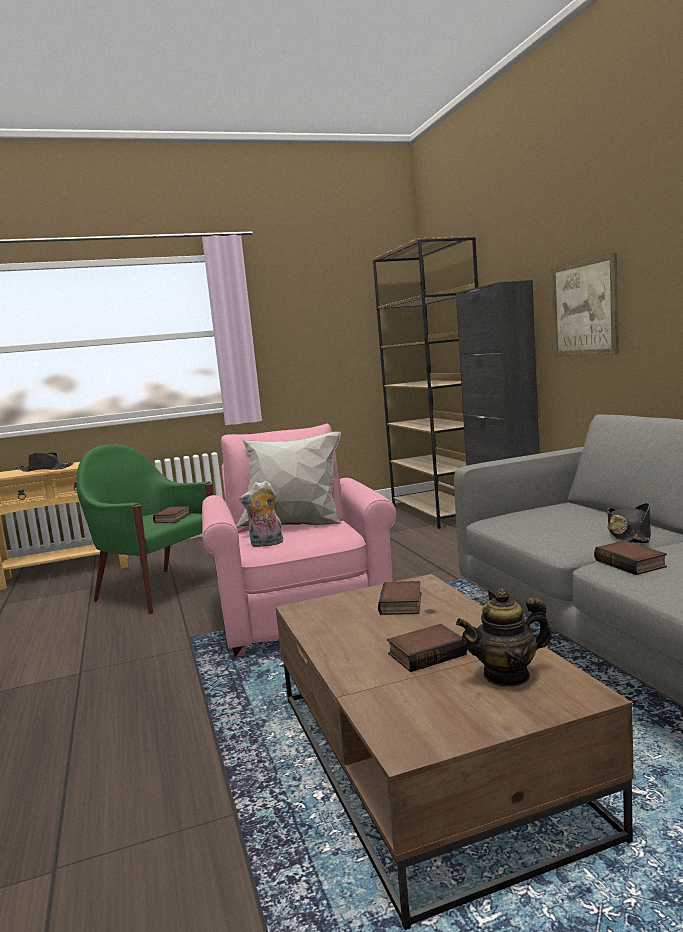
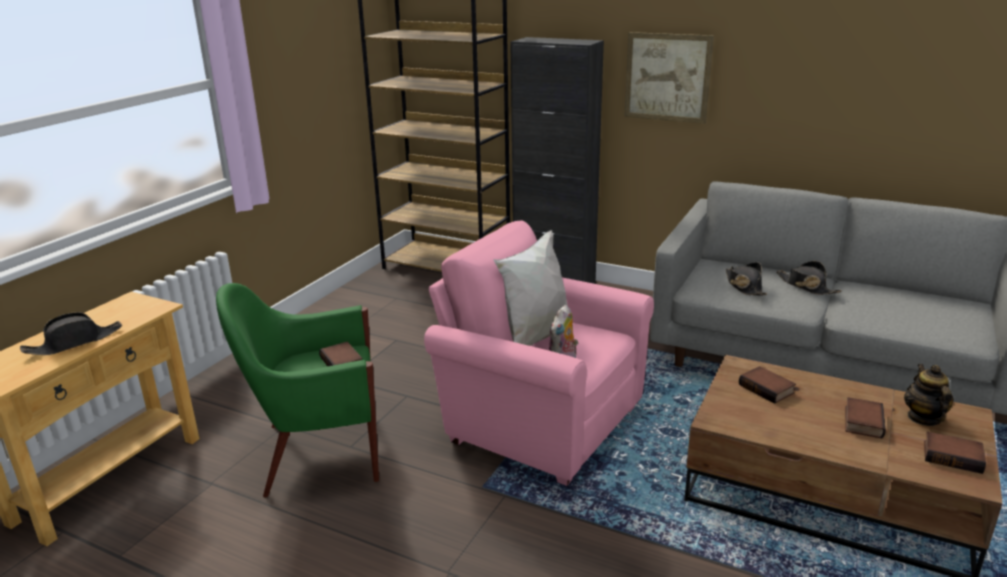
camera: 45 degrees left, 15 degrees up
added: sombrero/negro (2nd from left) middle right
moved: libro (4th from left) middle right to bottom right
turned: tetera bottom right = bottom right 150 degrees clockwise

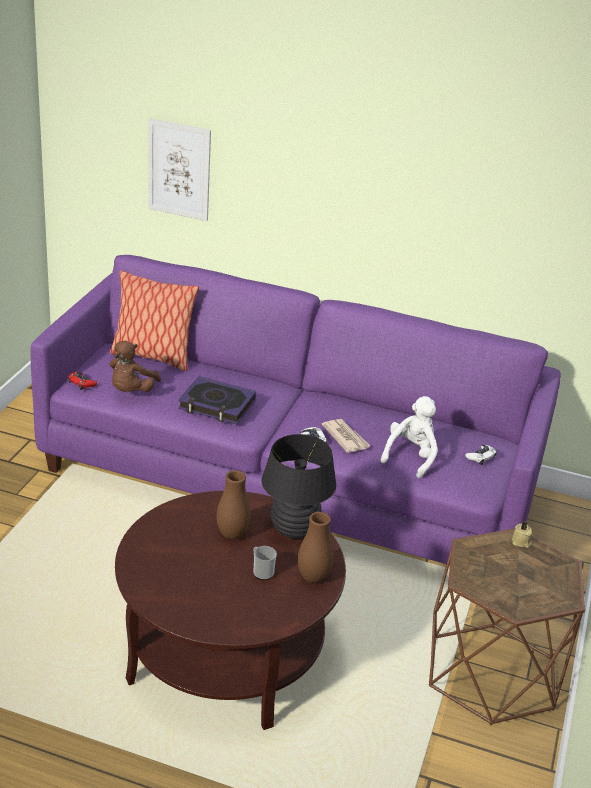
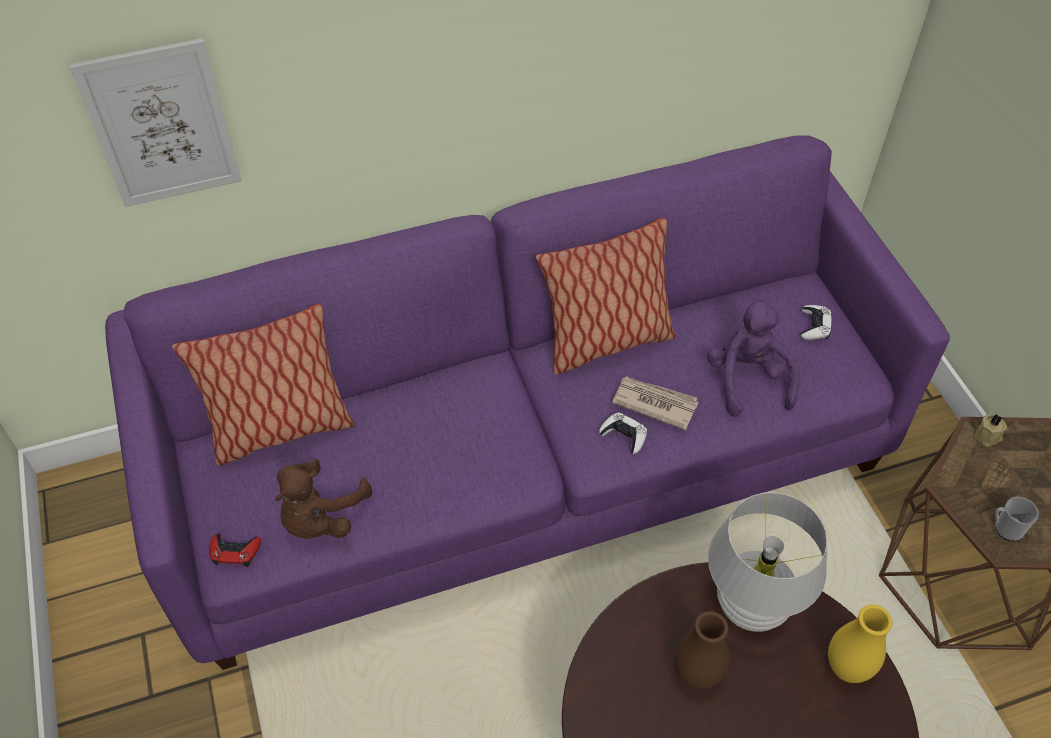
camera: 35 degrees left, 20 degrees up
removed: libro centre
added: cojín (2nd from left) centre
moved: taza grande bottom centre to bottom right
recoloured: peluche/blanco middle right to peluche/morado middle right; lámpara de mesa/negro centre to lámpara de mesa/blanco bottom right; florero/marrón (2nd from left) bottom centre to florero/amarillo bottom right
turned: peluche/marrón middle left = bottom left 45 degrees clockwise

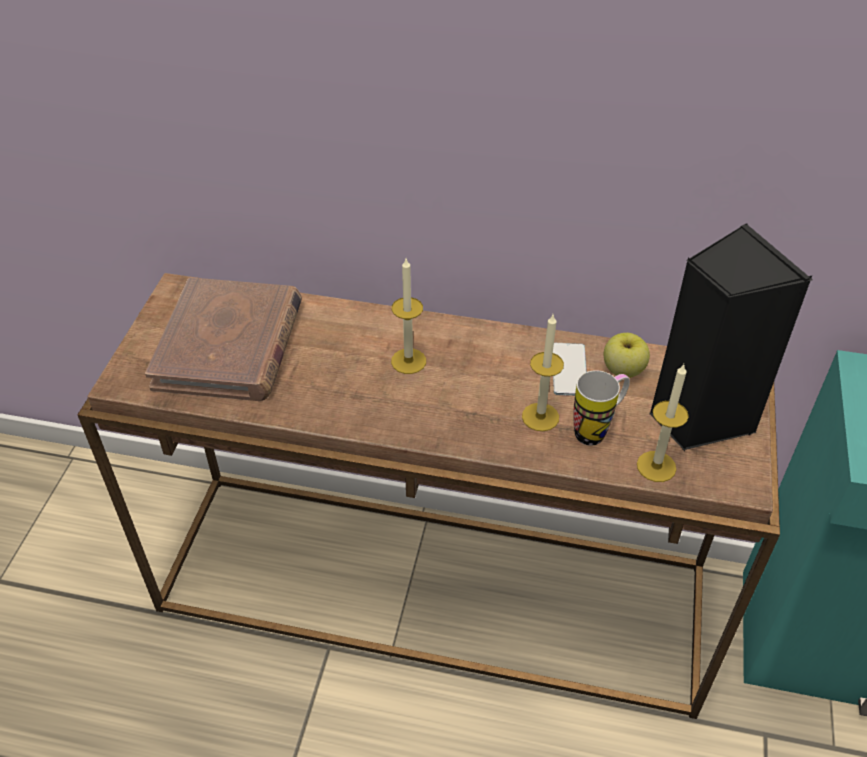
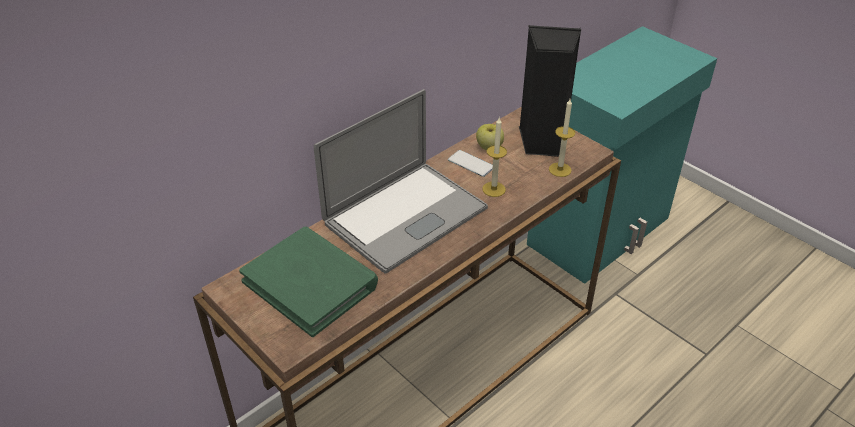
camera: 55 degrees left, 5 degrees down
removed: taza grande middle right
replaced: vela (1st from left) centre to portátil centre
recoloured: libro/marrón middle left to libro/verde centre

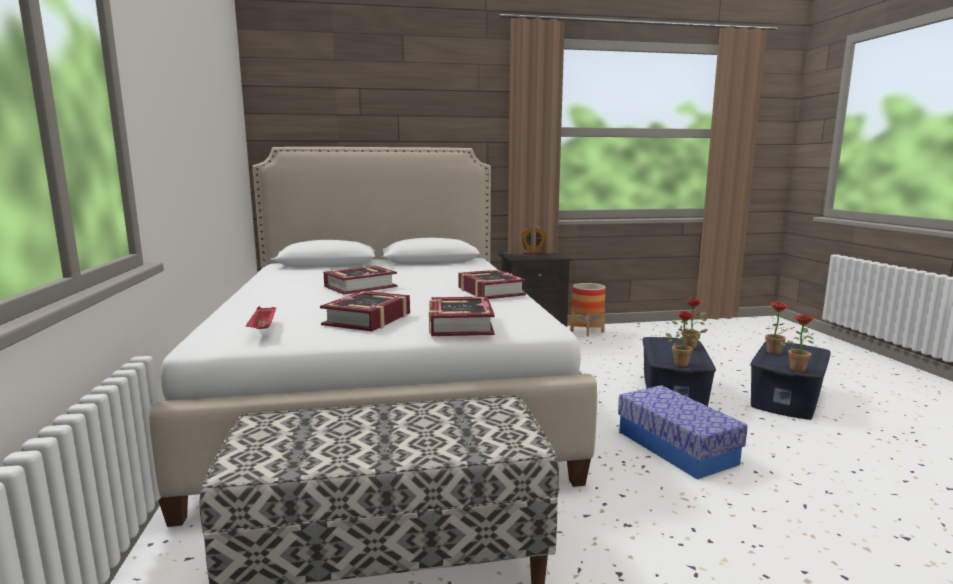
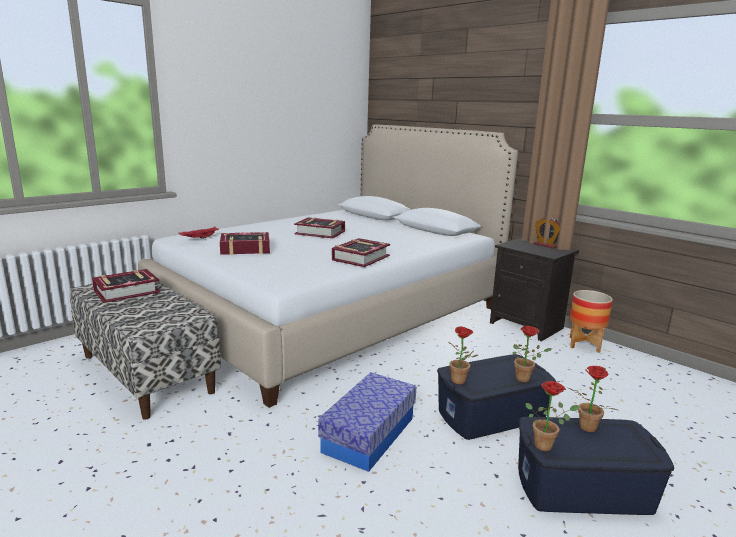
camera: 55 degrees right, 5 degrees up
moved: libro (3rd from left in the first image) centre to libro (1st from left) middle left

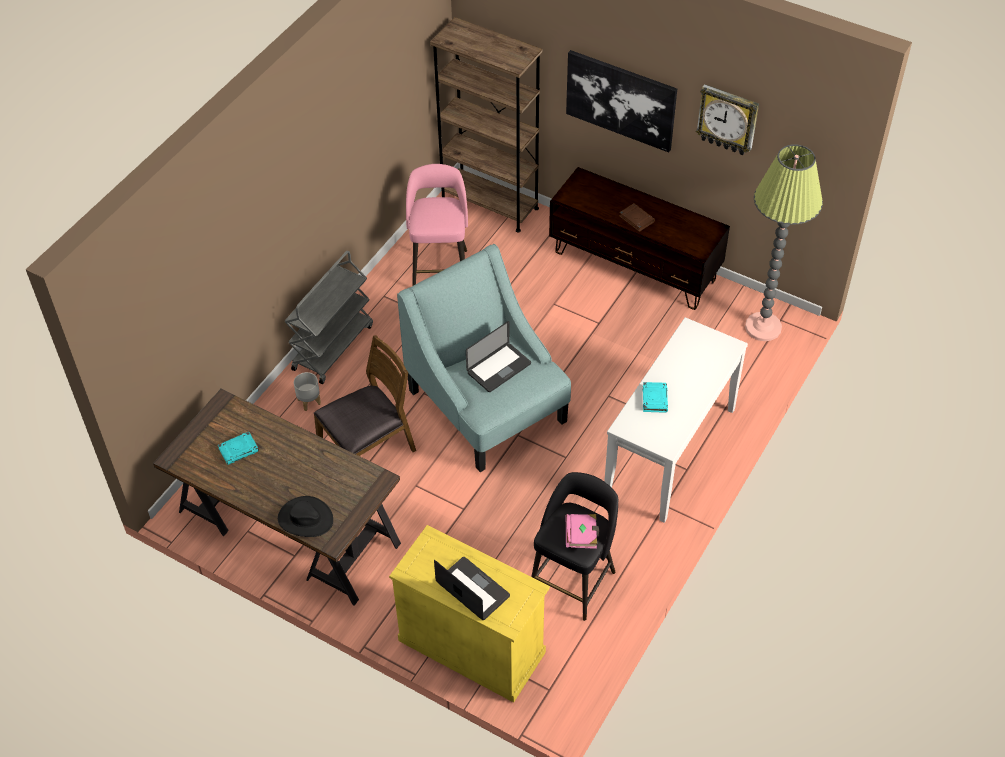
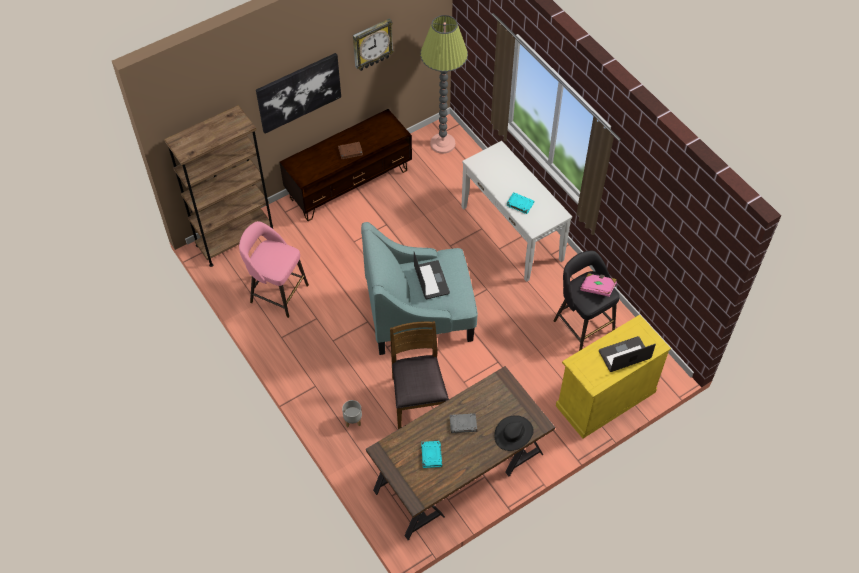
camera: 65 degrees left, 5 degrees up
removed: carrito/gris middle left
added: libro/gris bottom centre

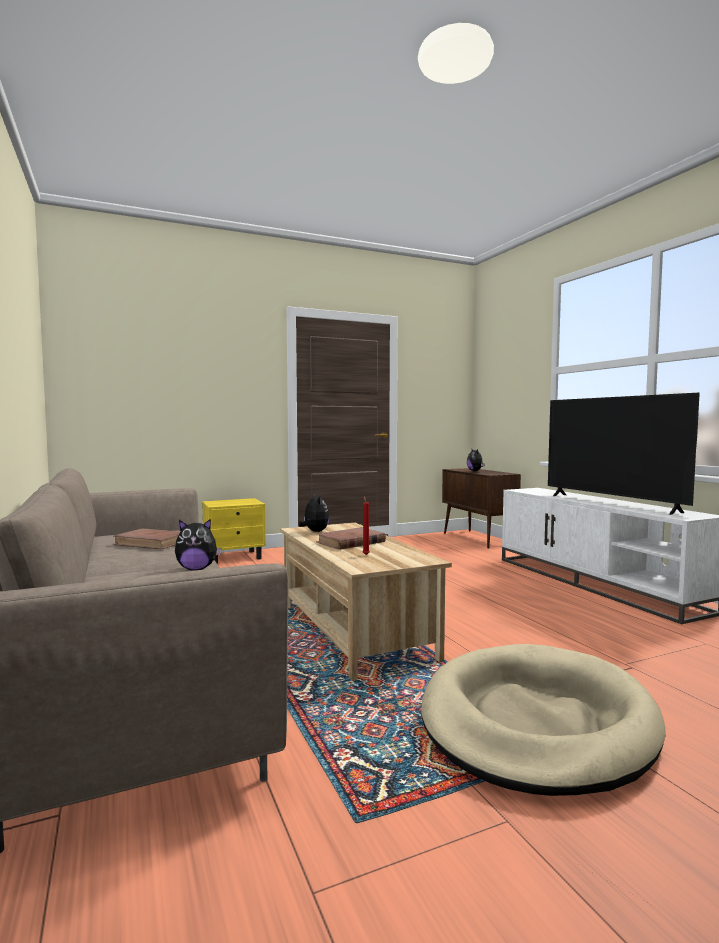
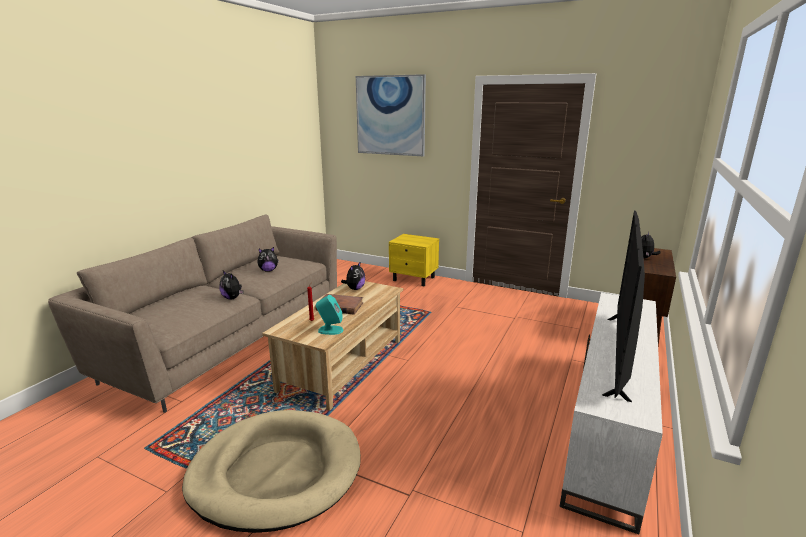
camera: 50 degrees right, 15 degrees up
added: altavoz/turquesa centre; cuadro top centre
replaced: libro/marrón (1st from left) middle left to peluche (2nd from left) middle left

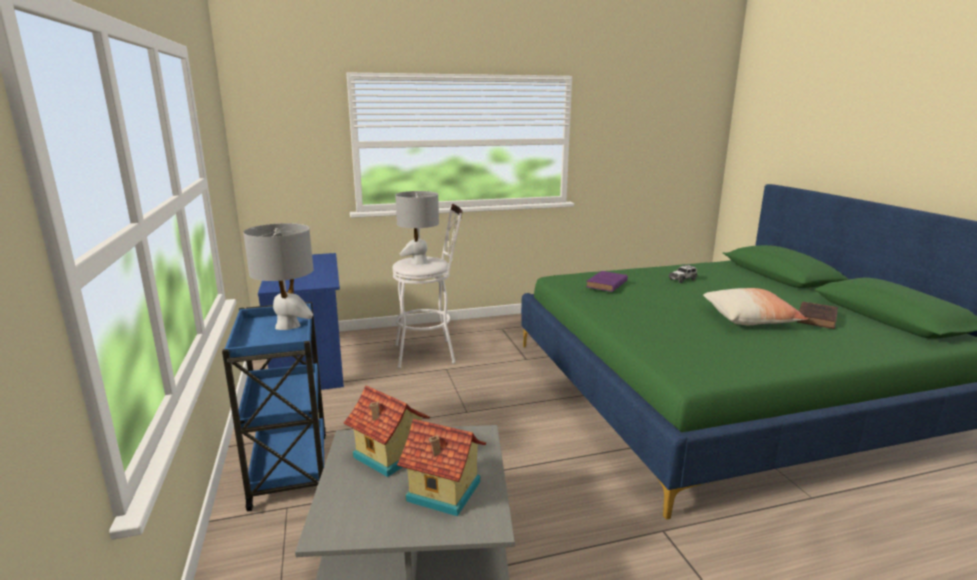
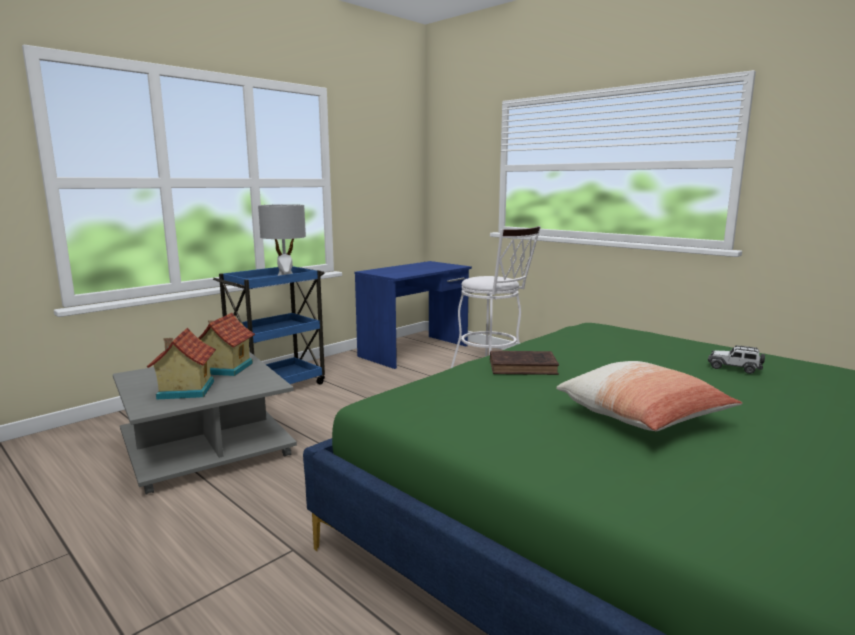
camera: 60 degrees right, 5 degrees down
removed: lámpara de mesa/gris (2nd from left) centre; libro/morado centre
moved: libro/marrón middle right to centre

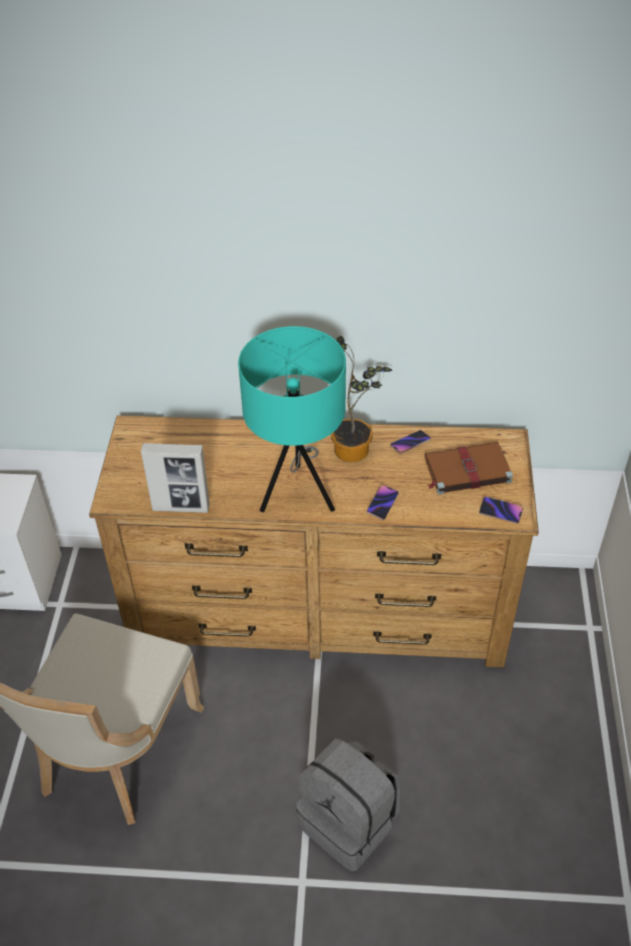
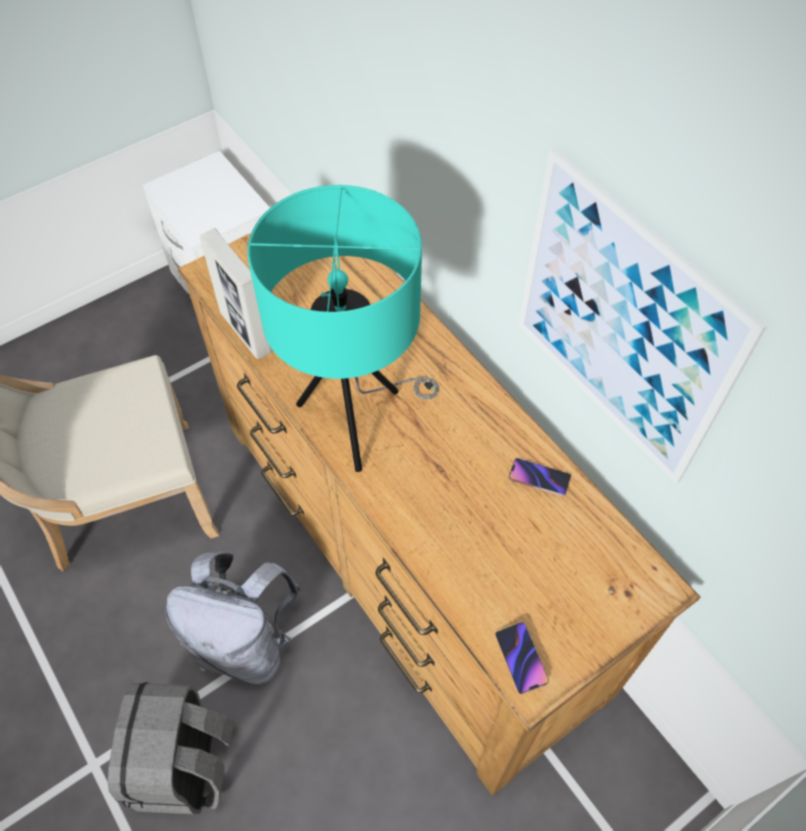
camera: 50 degrees right, 10 degrees up
removed: planta en maceta centre; móvil (1st from left) centre; libro/marrón middle right
added: mochila/gris (2nd from left) bottom left; cuadro middle right

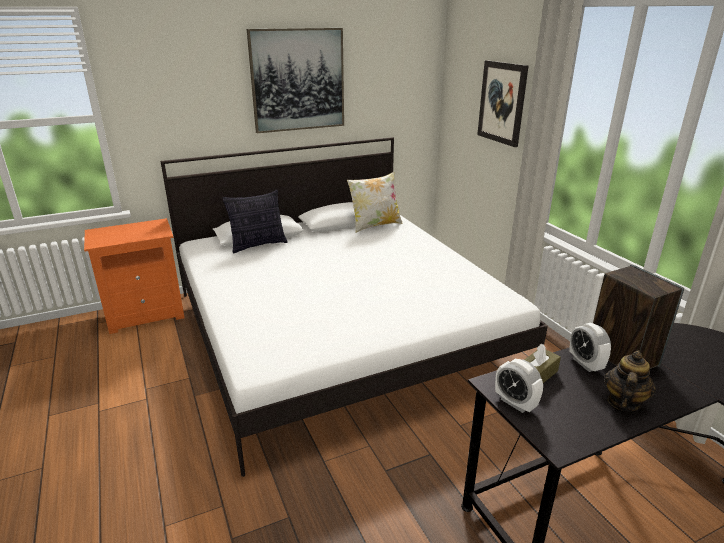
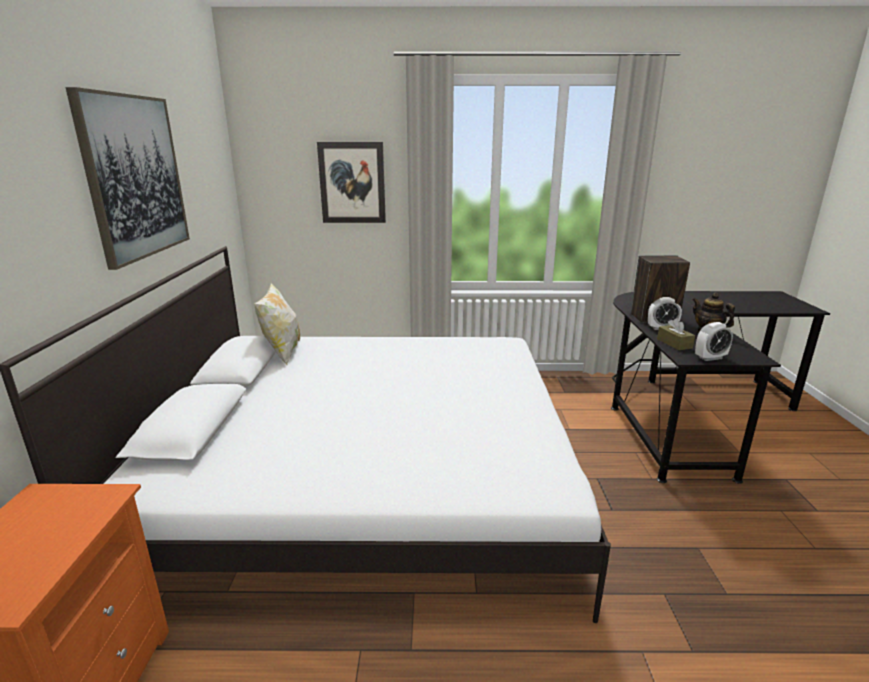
camera: 65 degrees left, 5 degrees down
removed: cojín (1st from left) centre

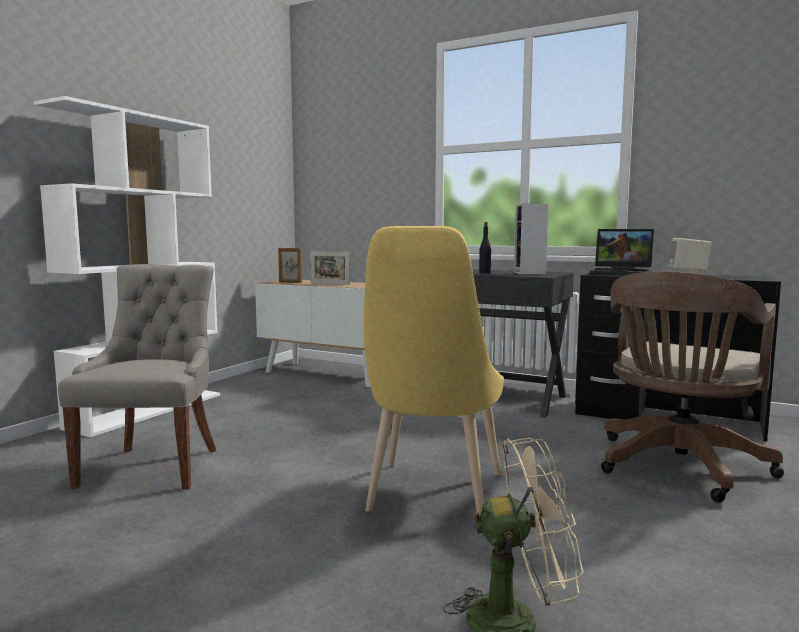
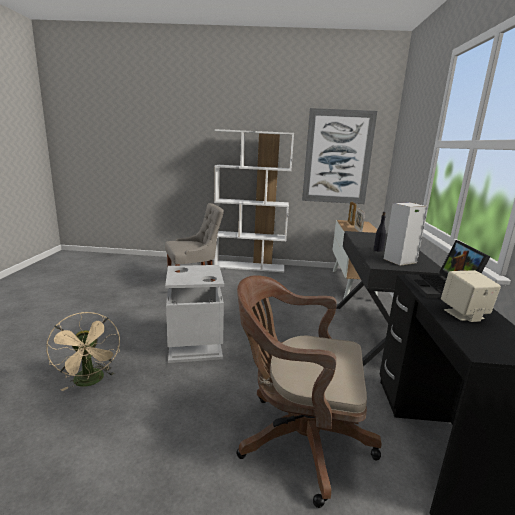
camera: 65 degrees right, 10 degrees up
added: cuadro top centre
replaced: silla/amarillo centre to papelera/gris centre

